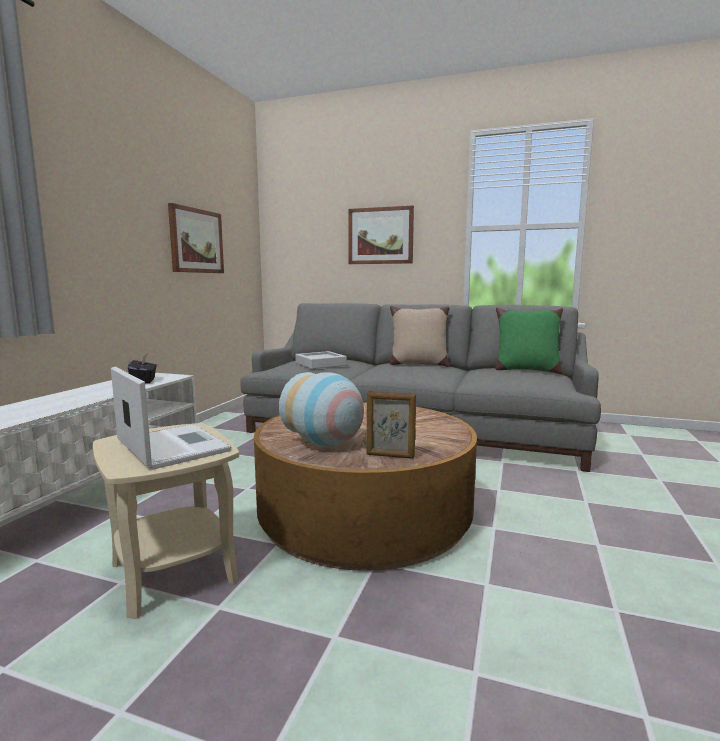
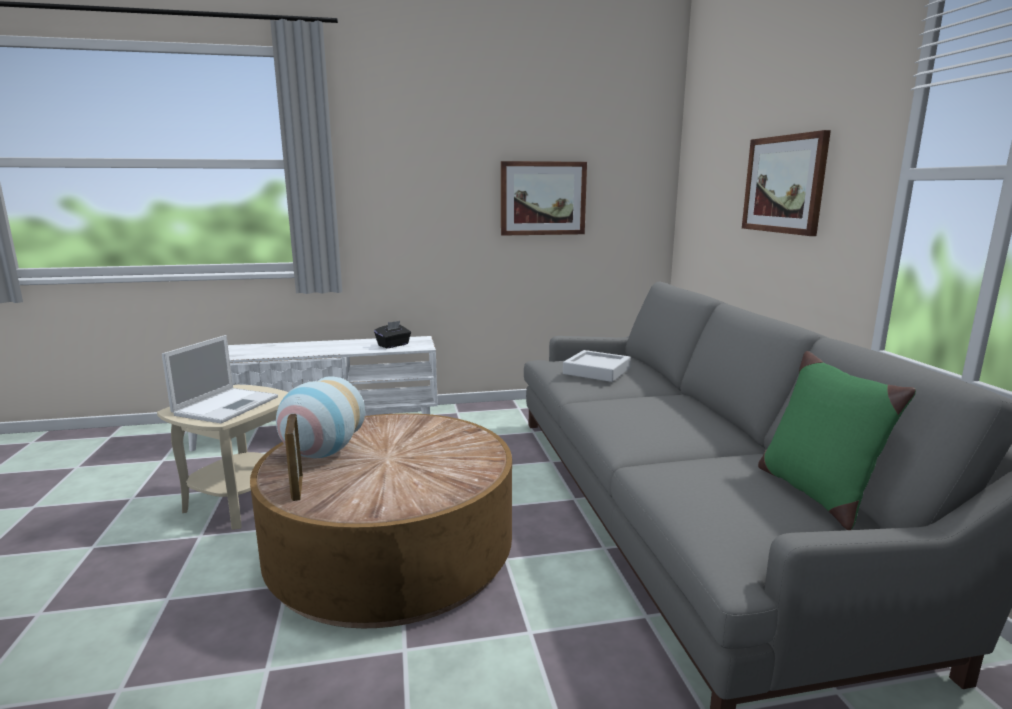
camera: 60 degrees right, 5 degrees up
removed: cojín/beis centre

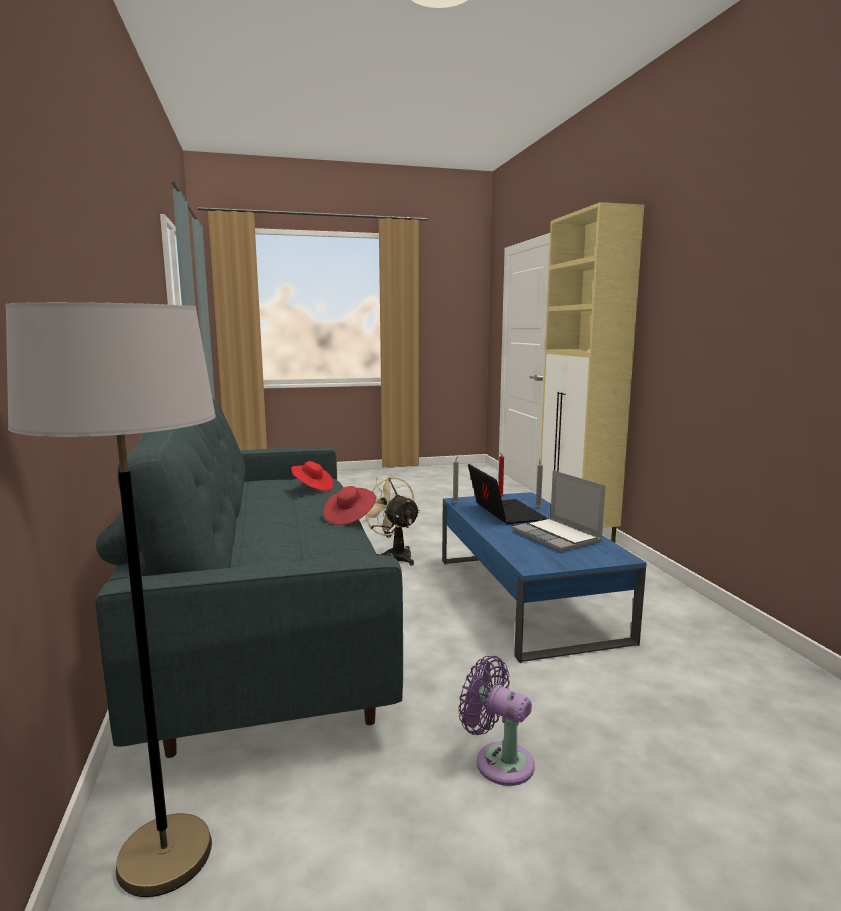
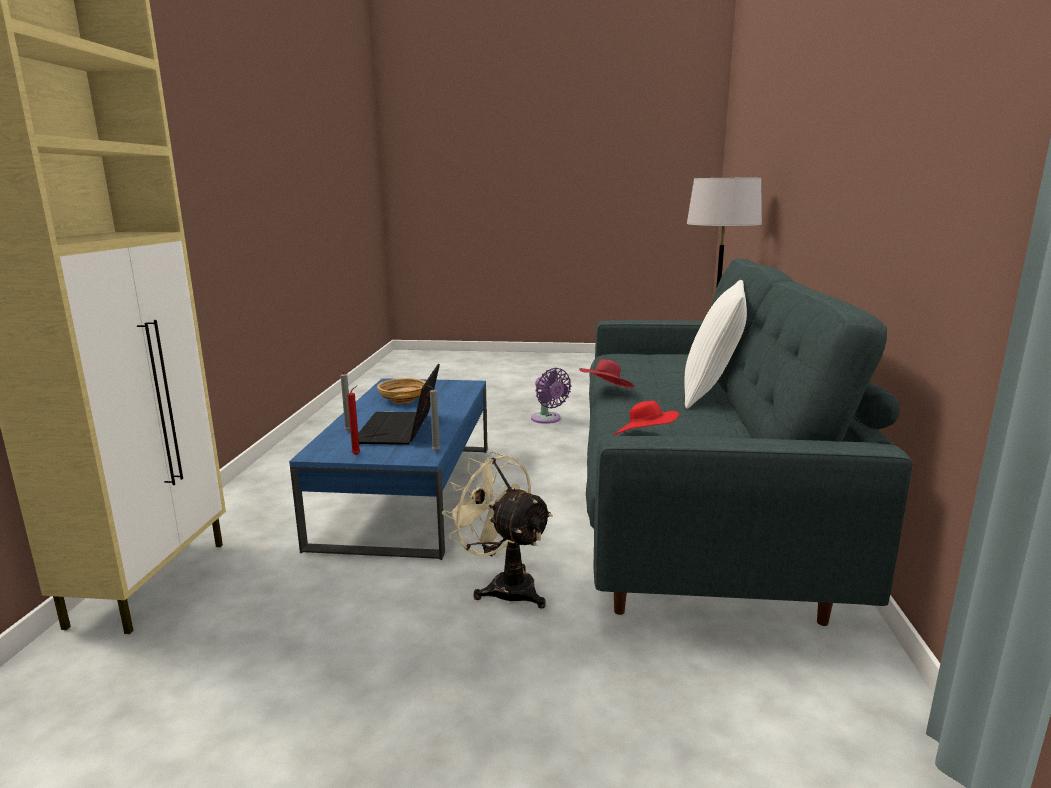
camera: 160 degrees left, 5 degrees up
added: cojín/blanco middle right
replaced: portátil (2nd from left) centre to cuenco/beis centre
turned: ventilador/beis centre = bottom centre 150 degrees clockwise

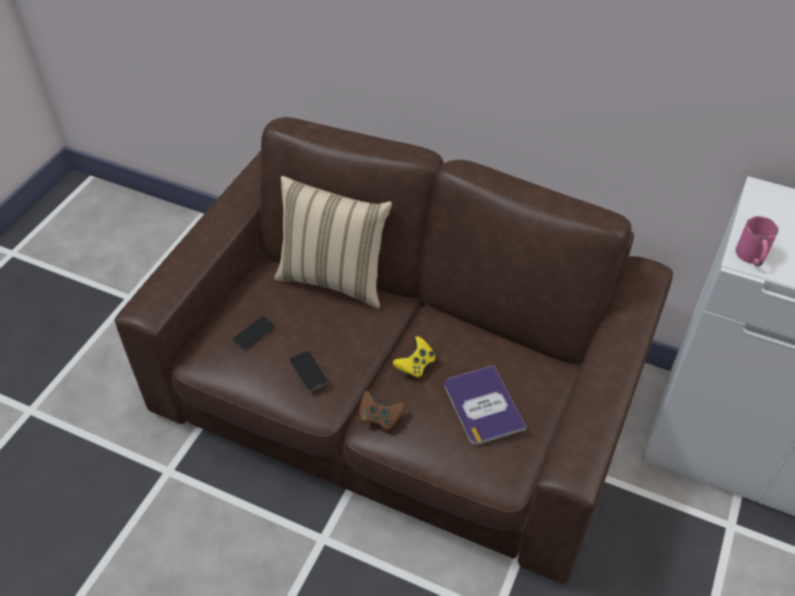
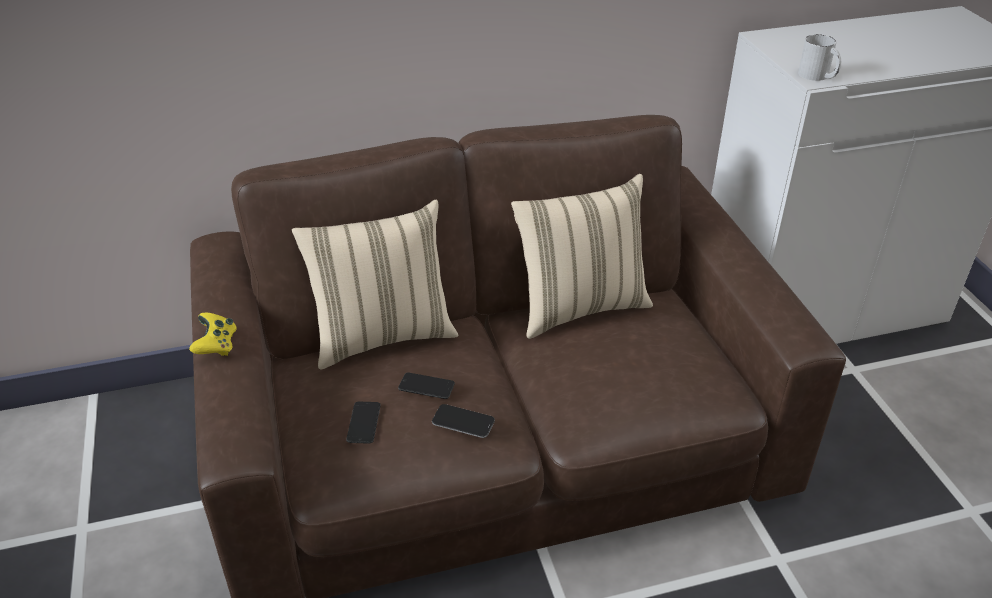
camera: 40 degrees left, 10 degrees down
removed: mando de consola/marrón bottom centre; libro bottom centre
added: móvil (2nd from left) centre; cojín/beis (2nd from left) centre
moved: mando de consola/amarillo centre to middle left
recoloured: taza grande/rosa middle right to taza grande/blanco top right

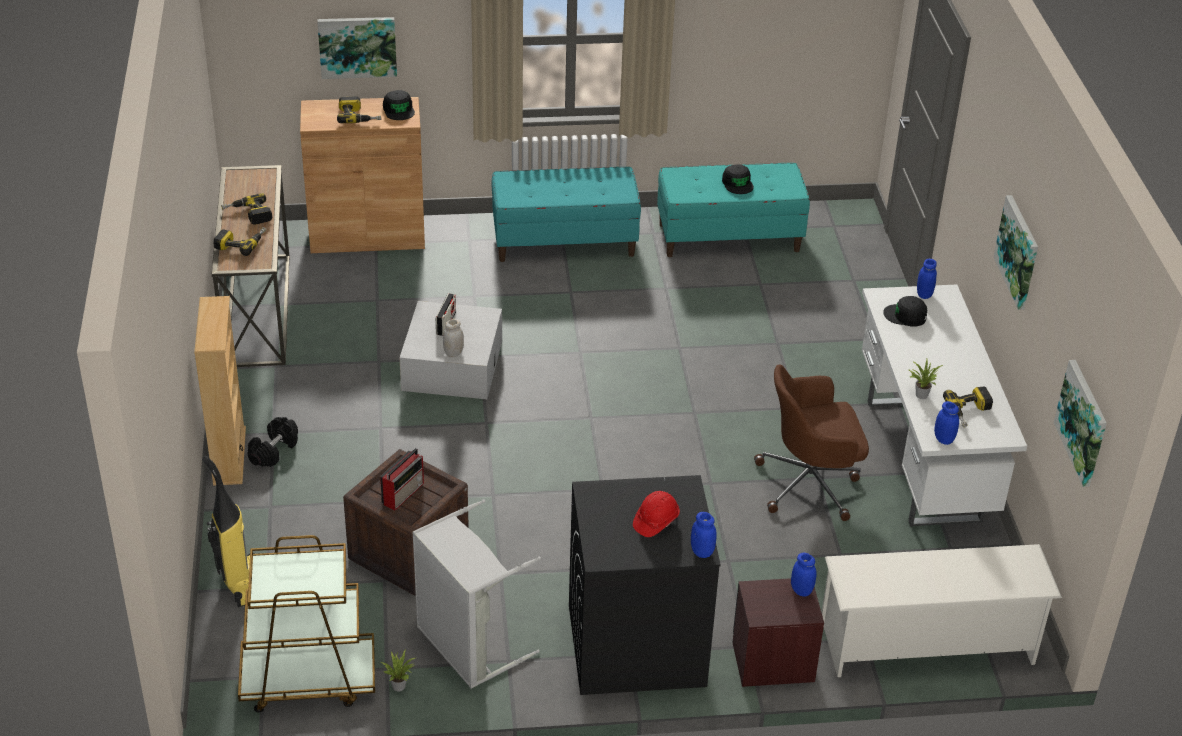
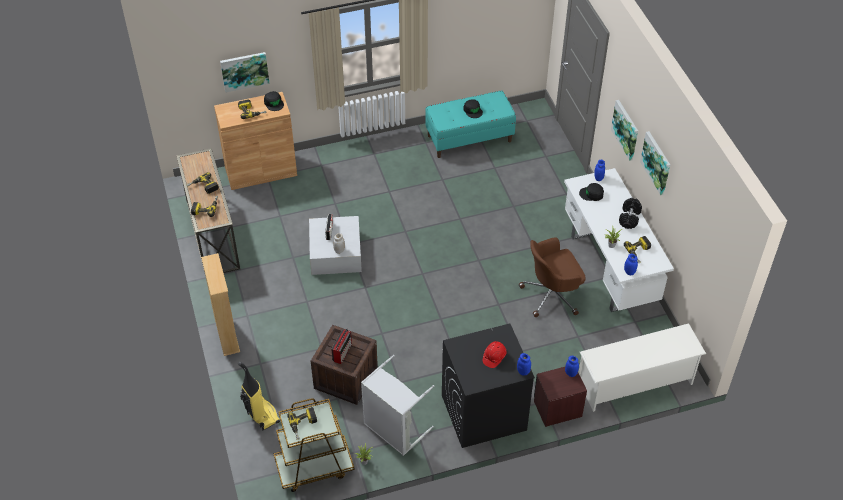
camera: 10 degrees left, 10 degrees up
removed: banco/turquesa (1st from left) top centre
added: taladro (4th from left) bottom centre
moved: cuadro (3rd from left in the first image) middle right to cuadro (2nd from left) top right; mancuerna/negro middle left to middle right

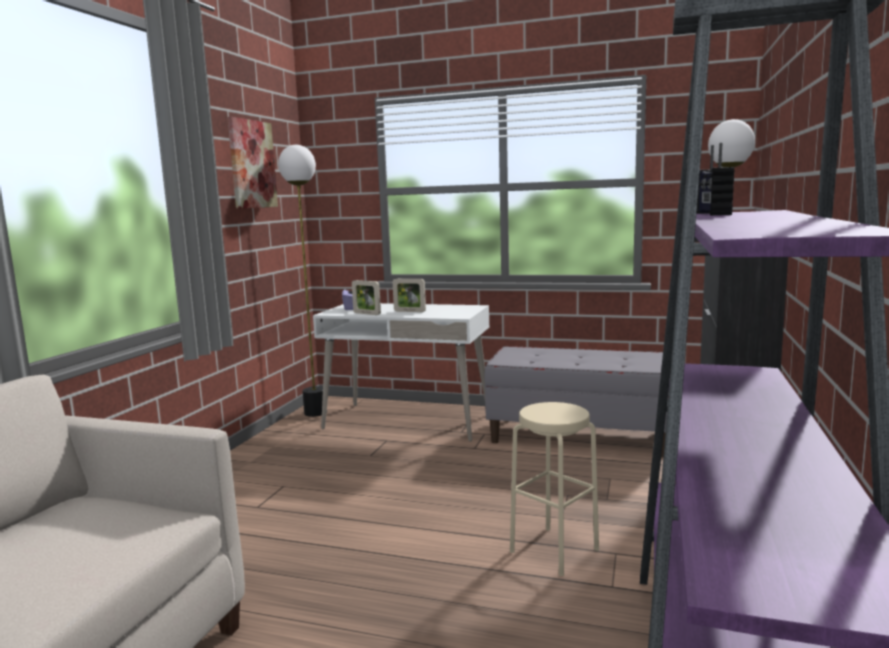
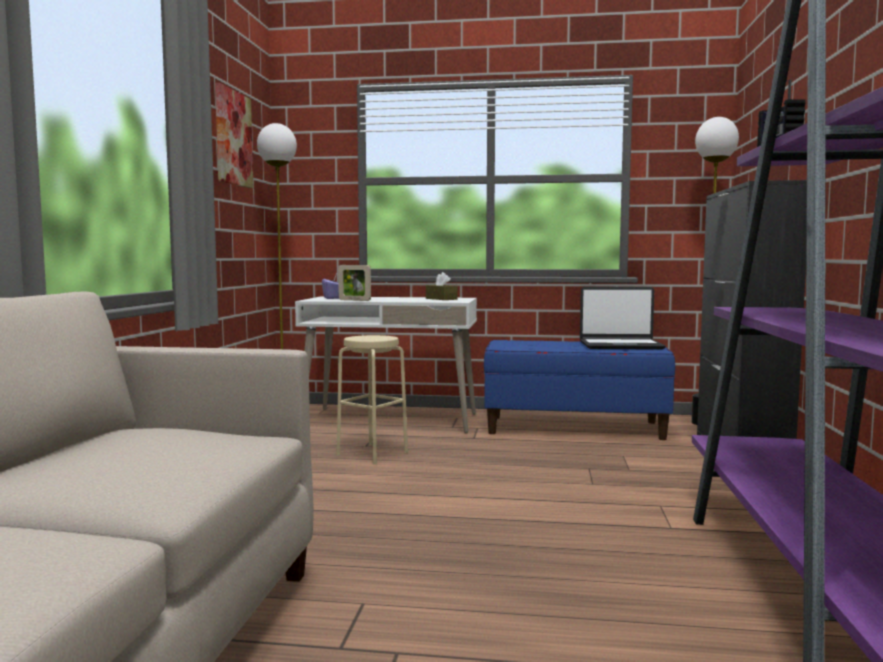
camera: 10 degrees left, 5 degrees down
removed: portarretratos (2nd from left) centre
added: caja de pañuelos/marrón centre; portátil middle right
moved: taburete/beis bottom centre to centre
recoloured: banco/gris centre to banco/azul centre

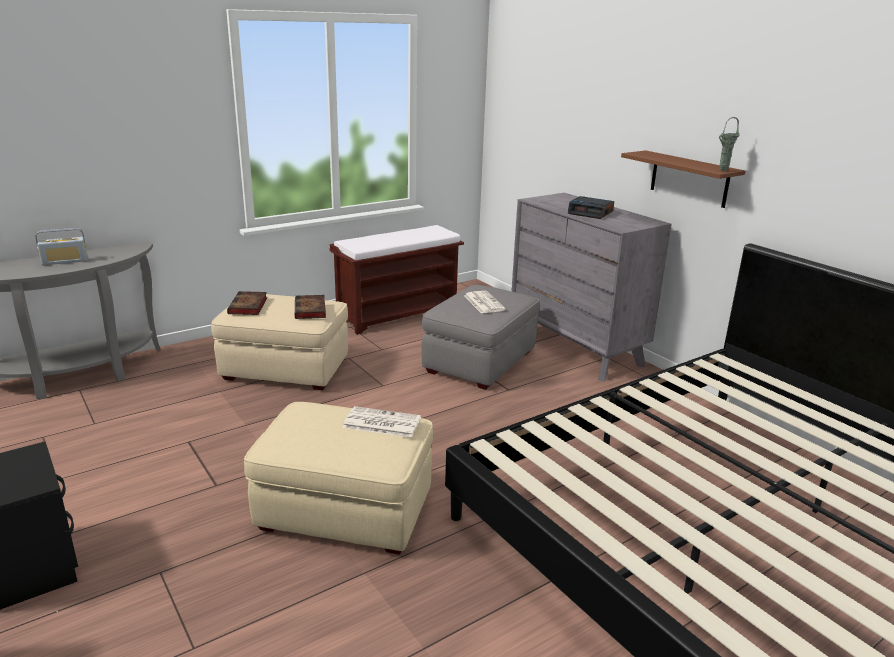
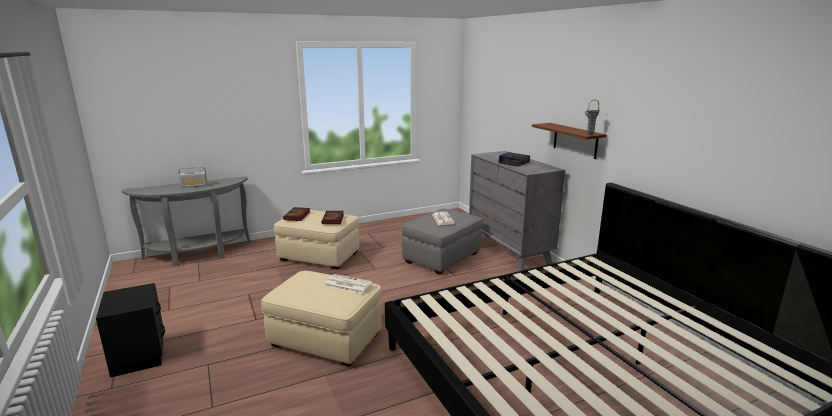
camera: 10 degrees right, 5 degrees down
removed: banco/marrón centre

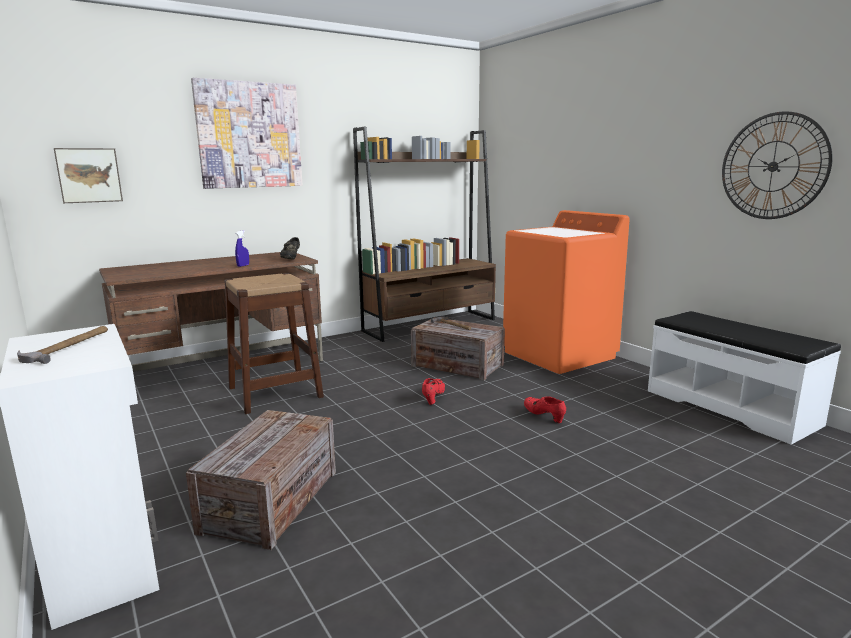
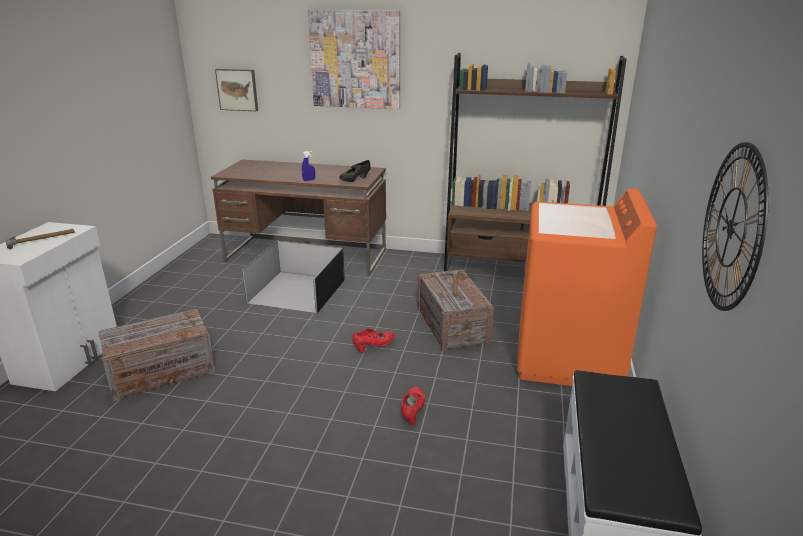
camera: 45 degrees right, 10 degrees up
replaced: taburete/marrón middle left to caja de almacenaje/negro centre

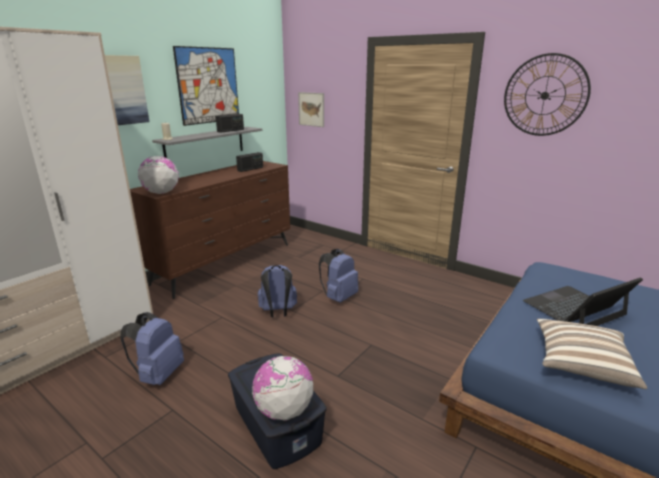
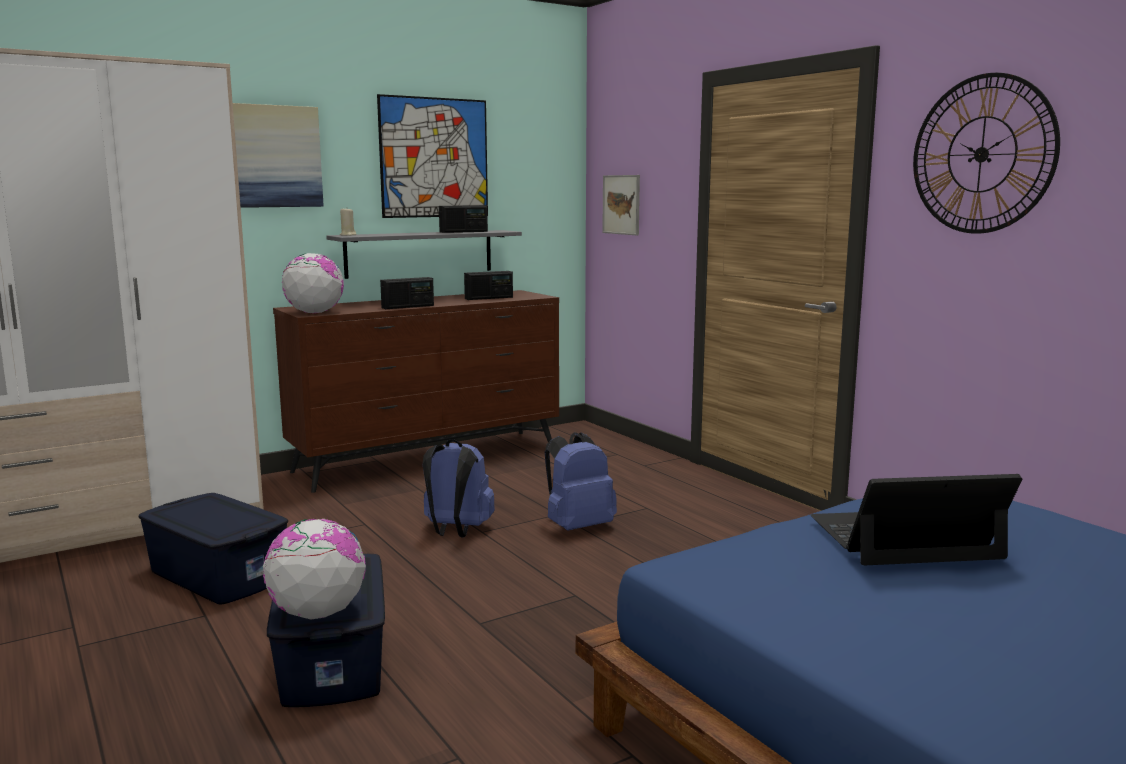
camera: 20 degrees right, 10 degrees down
removed: cojín bottom right
added: radio (1st from left) centre
replaced: mochila/azul (1st from left) bottom left to caja de almacenaje/azul (1st from left) bottom left

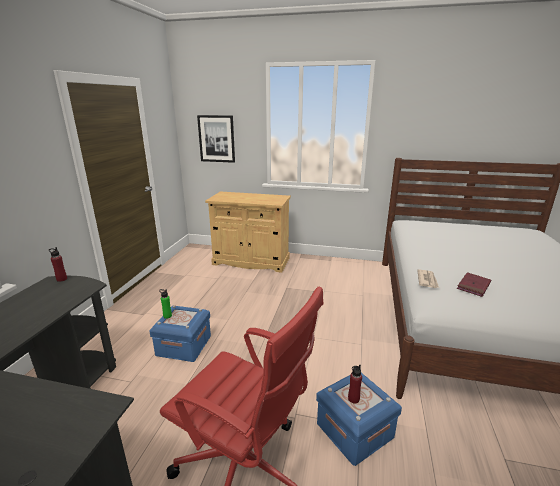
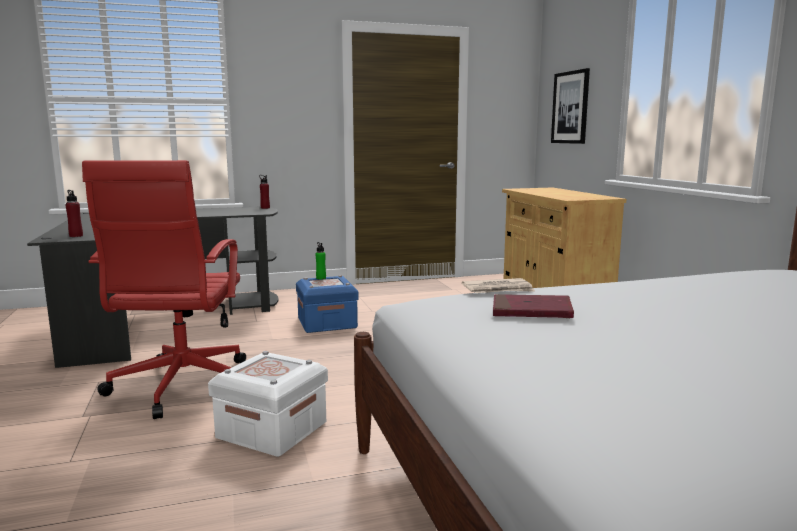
camera: 60 degrees right, 10 degrees down
moved: botella/rojo (2nd from left in the first image) bottom centre to botella/rojo (1st from left) middle left
recoloured: caja de almacenaje/azul (2nd from left) bottom centre to caja de almacenaje/blanco bottom centre

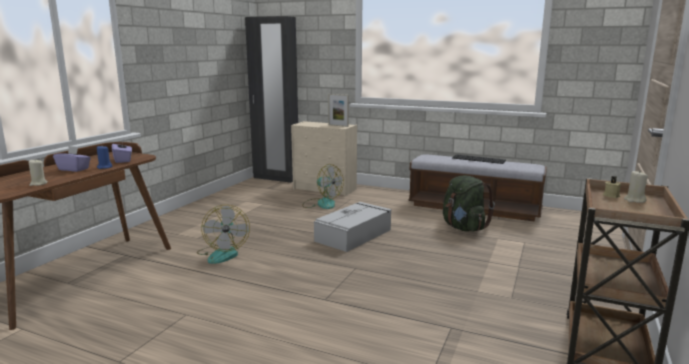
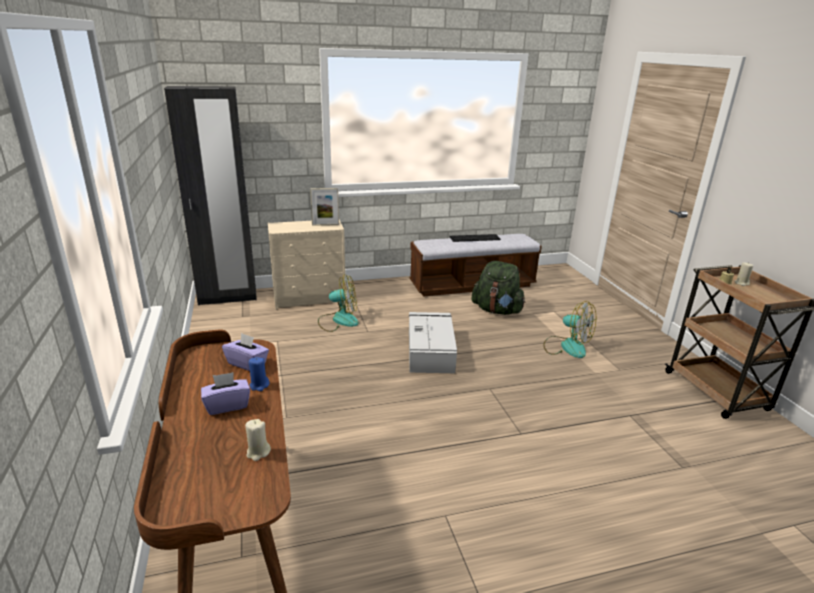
camera: 40 degrees left, 10 degrees up
moved: ventilador (1st from left in the first image) middle left to ventilador (2nd from left) middle right

